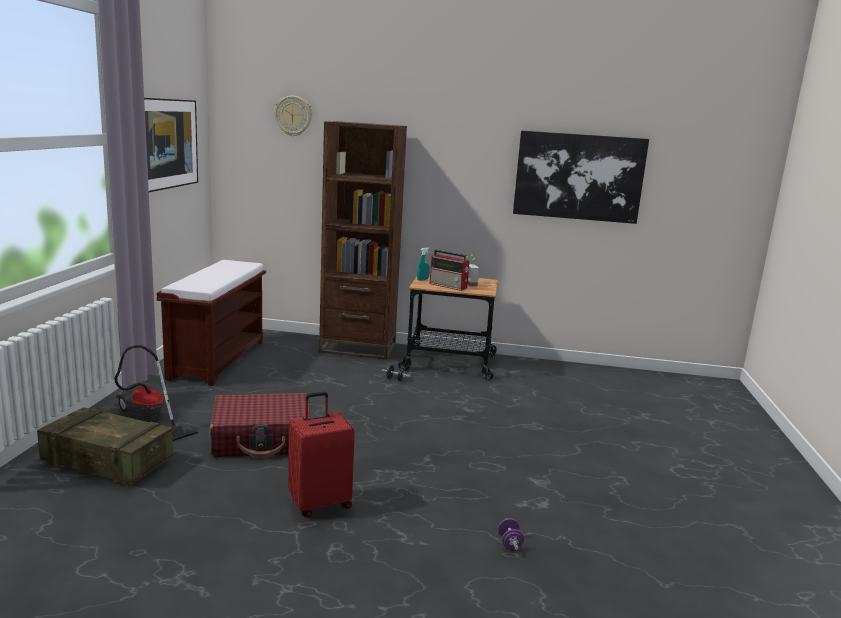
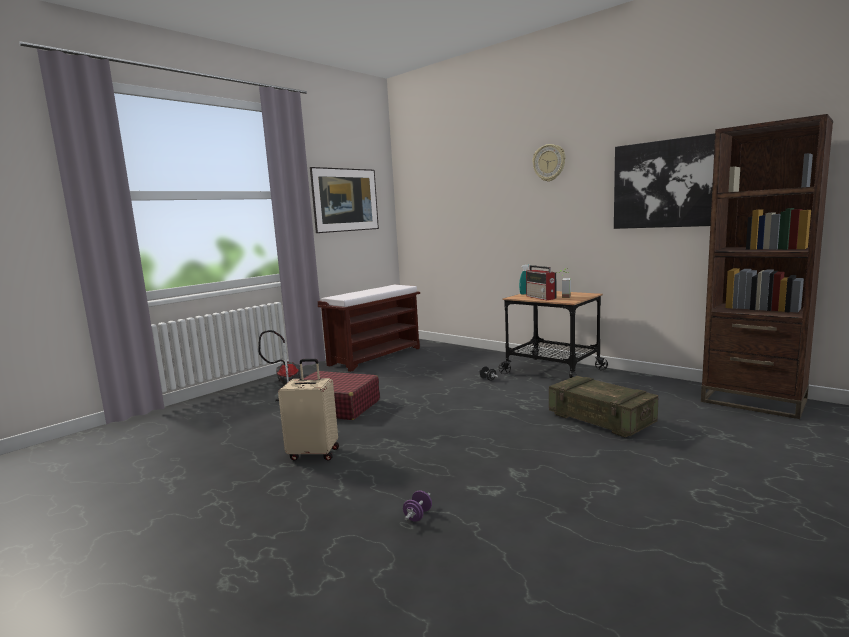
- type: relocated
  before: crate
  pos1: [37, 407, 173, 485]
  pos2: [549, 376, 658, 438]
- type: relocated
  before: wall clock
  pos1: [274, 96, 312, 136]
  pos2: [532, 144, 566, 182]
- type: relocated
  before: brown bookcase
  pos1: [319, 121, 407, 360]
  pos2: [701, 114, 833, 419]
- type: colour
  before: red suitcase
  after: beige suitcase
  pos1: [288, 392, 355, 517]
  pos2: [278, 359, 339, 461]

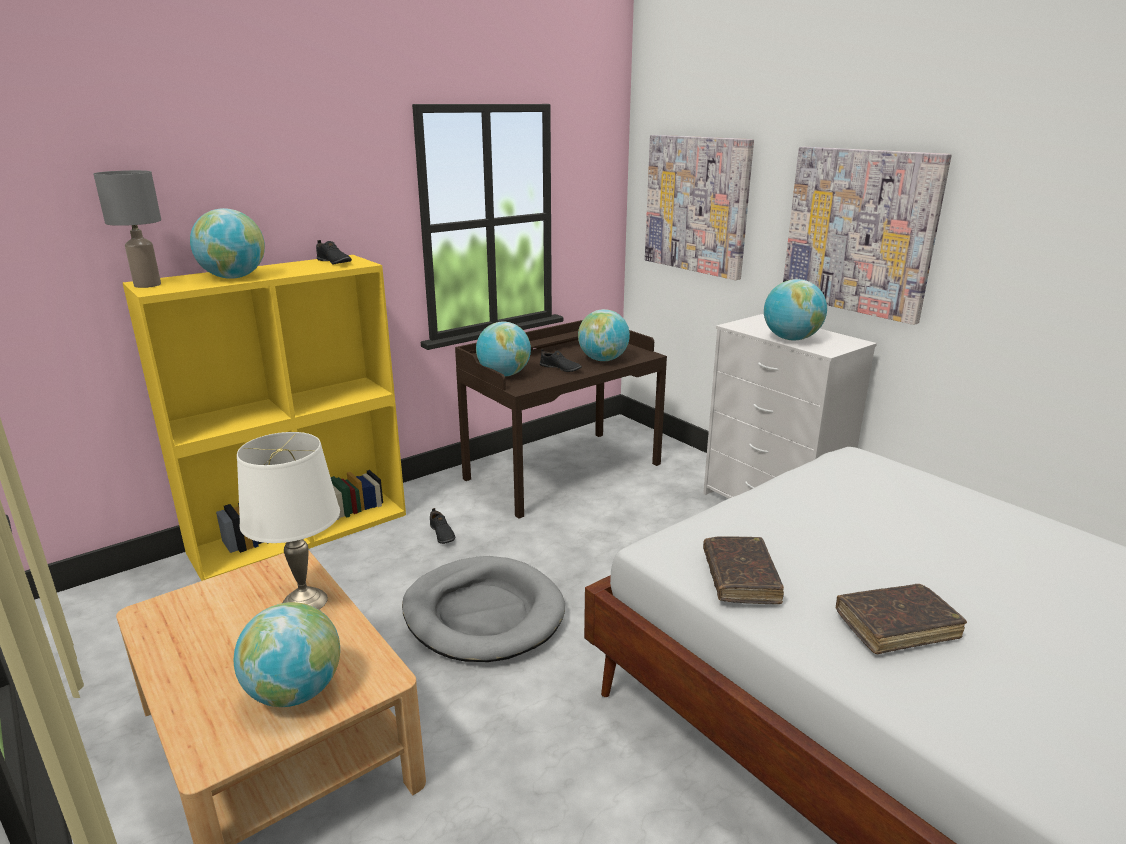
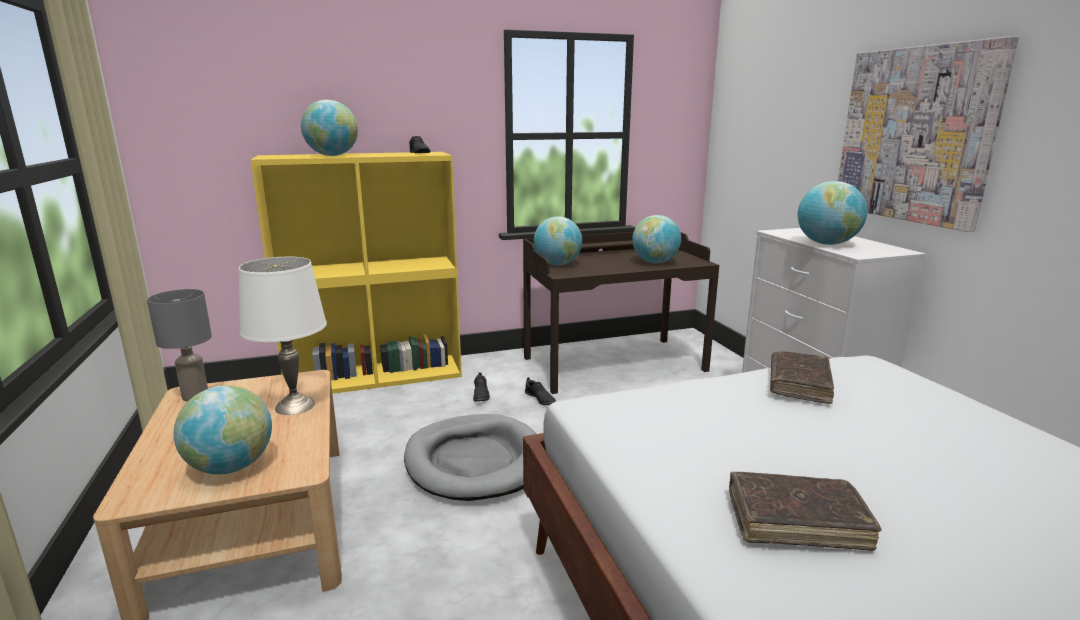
- type: missing
  before: picture
  pos1: [645, 135, 754, 280]
- type: relocated
  before: grey table lamp
  pos1: [93, 170, 161, 288]
  pos2: [147, 289, 212, 401]
- type: relocated
  before: black shoe
  pos1: [540, 349, 582, 372]
  pos2: [525, 377, 556, 405]
- type: relocated
  before: brown book
  pos1: [703, 536, 784, 604]
  pos2: [770, 351, 834, 404]

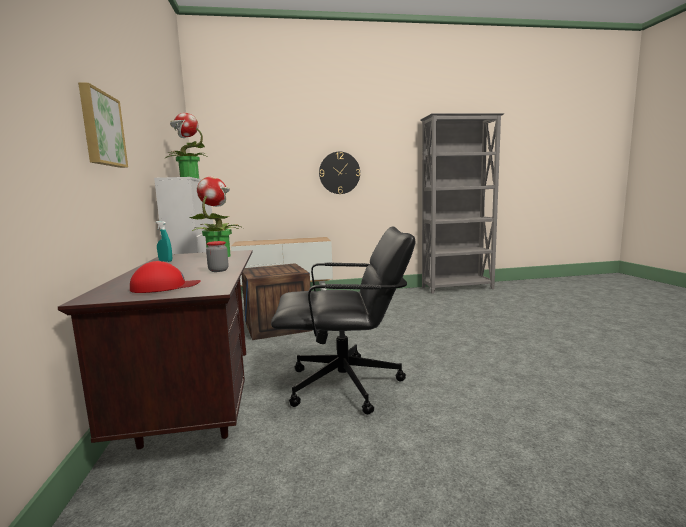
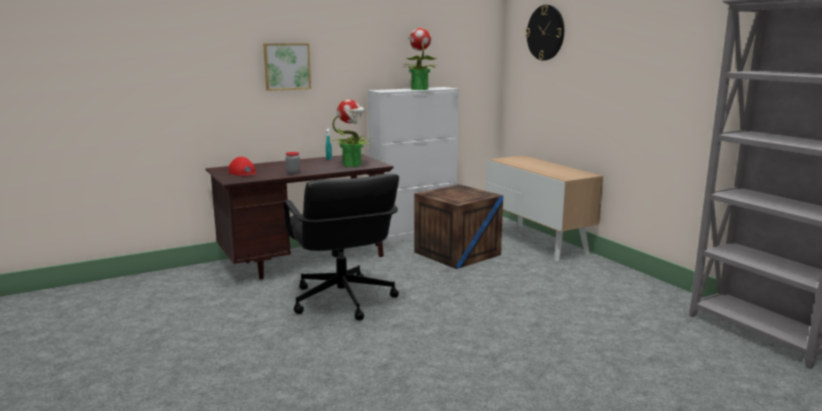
- type: relocated
  before: wall clock
  pos1: [319, 152, 360, 194]
  pos2: [526, 5, 564, 60]

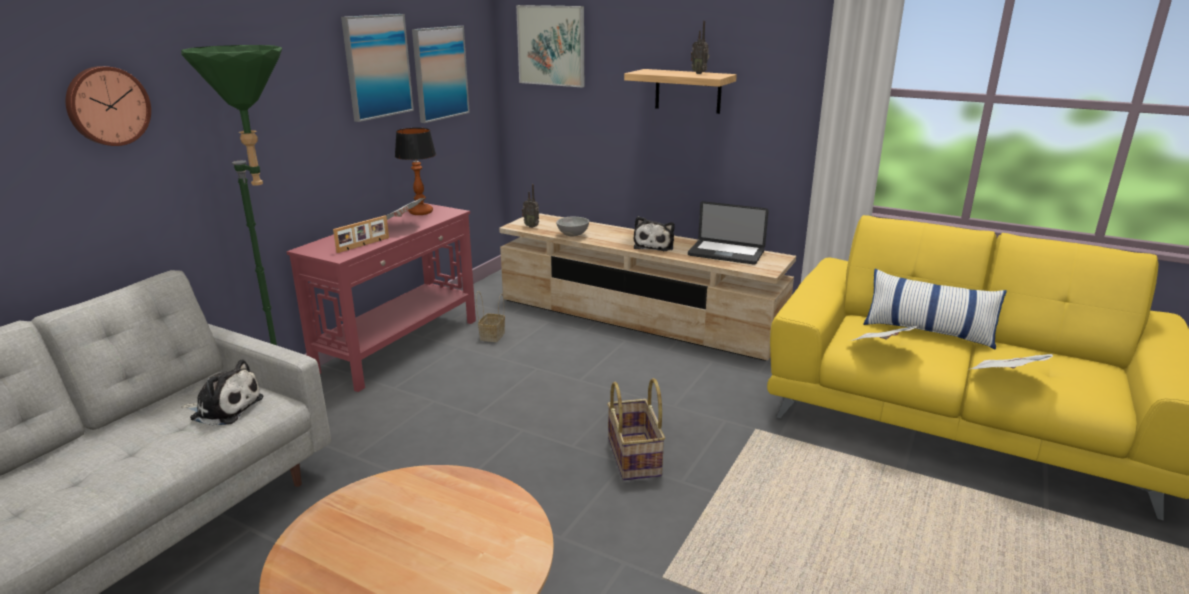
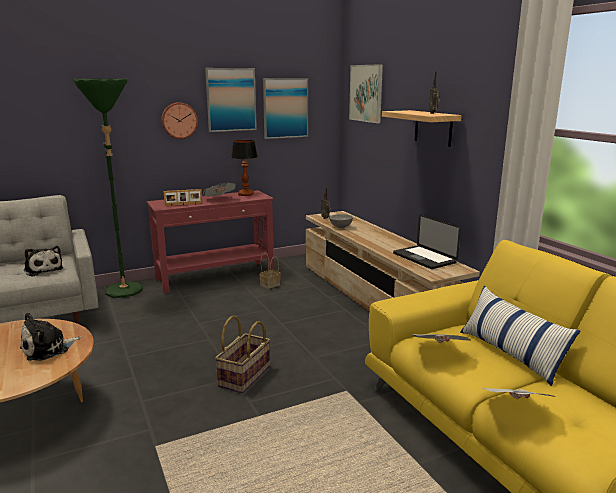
- type: relocated
  before: wall clock
  pos1: [66, 66, 151, 146]
  pos2: [161, 102, 198, 139]
- type: relocated
  before: plush toy
  pos1: [634, 216, 675, 251]
  pos2: [20, 312, 81, 361]

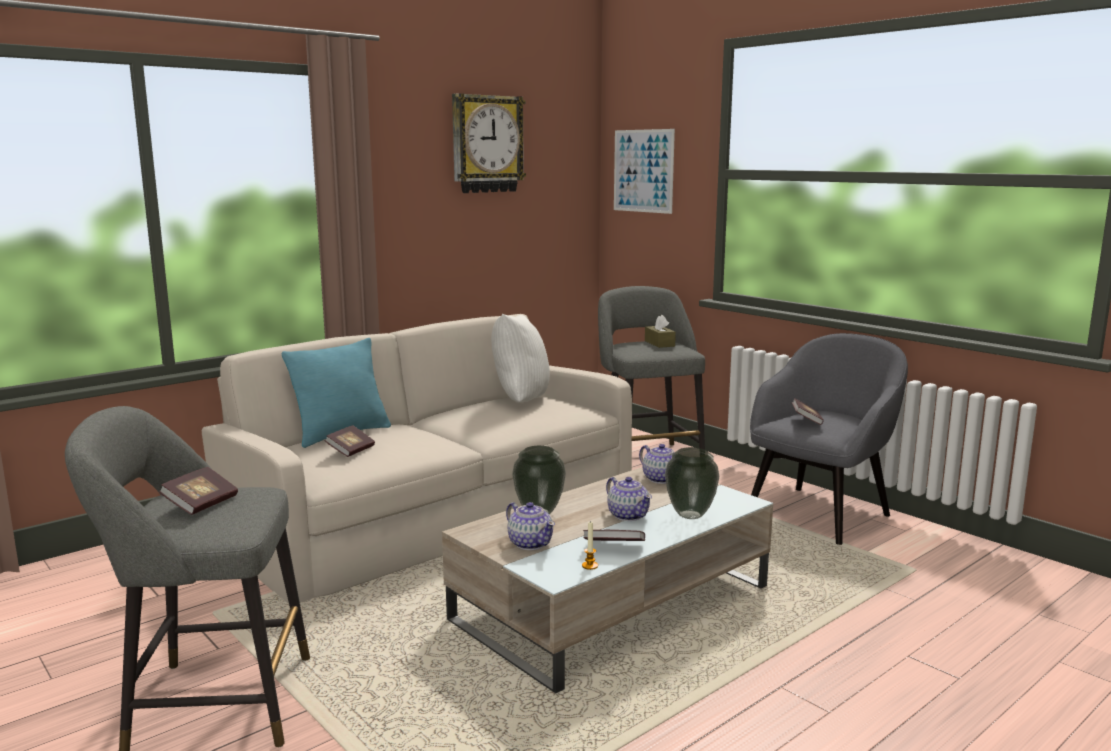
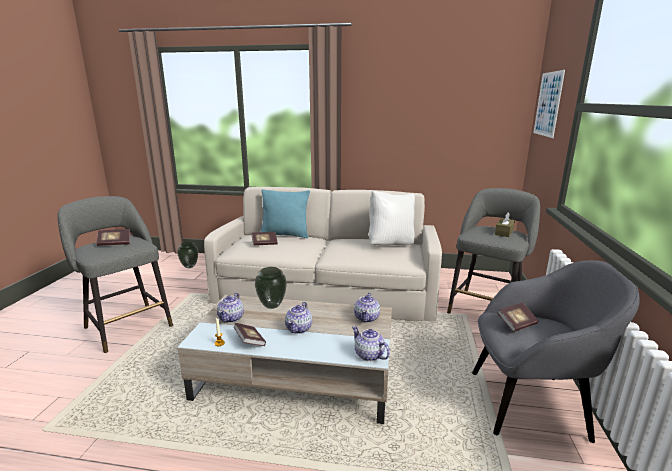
- type: missing
  before: wall clock
  pos1: [452, 93, 526, 193]
- type: appeared
  after: teapot
  pos2: [352, 326, 390, 361]
- type: relocated
  before: vase
  pos1: [665, 447, 719, 519]
  pos2: [177, 242, 198, 268]

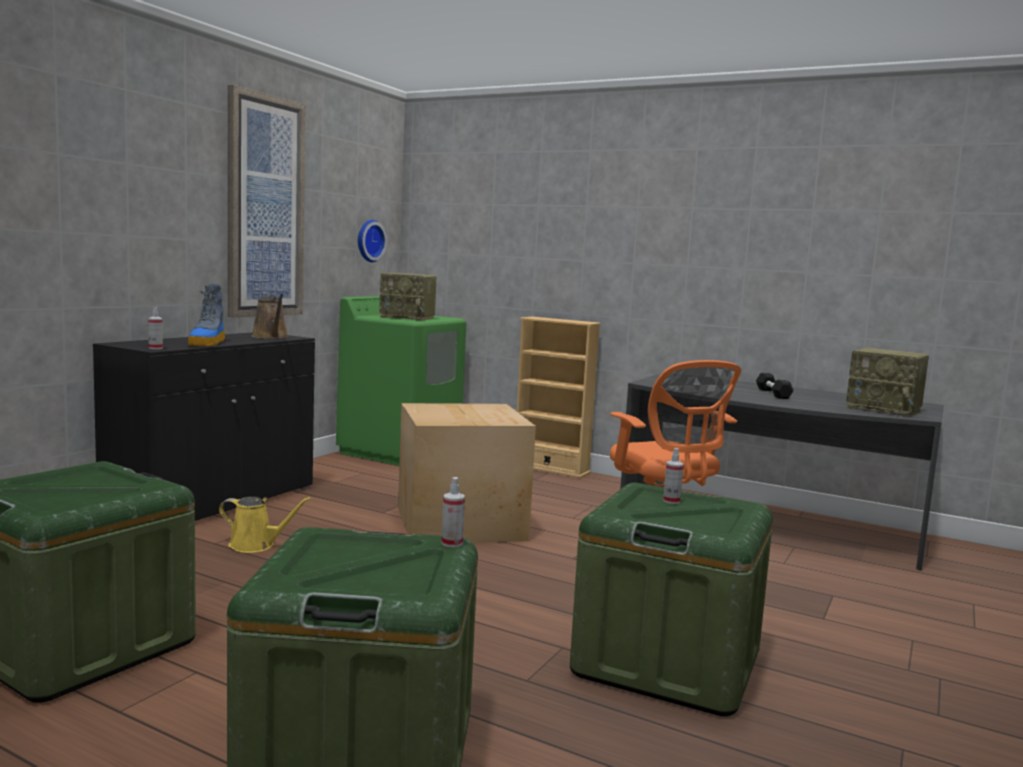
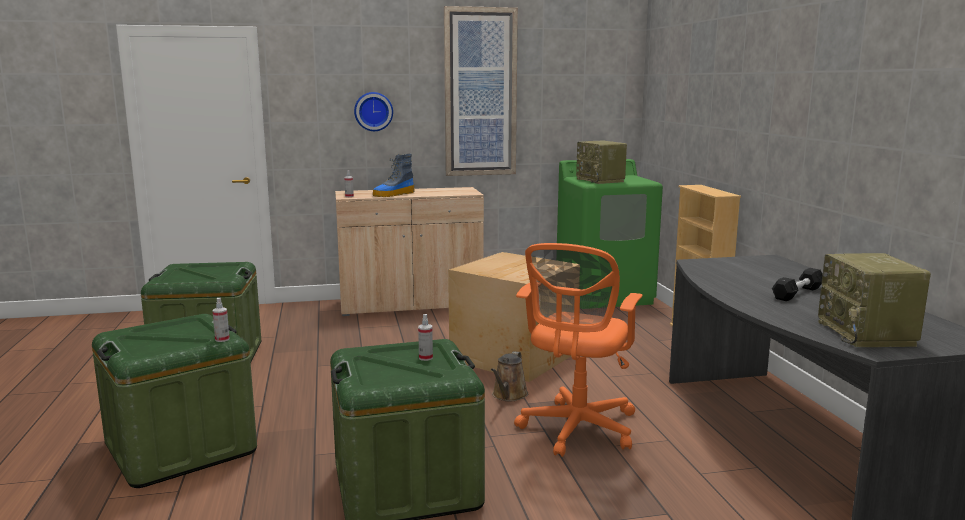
- type: missing
  before: yellow watering can
  pos1: [219, 497, 311, 553]
- type: relocated
  before: brown watering can
  pos1: [252, 294, 288, 339]
  pos2: [491, 351, 528, 401]
- type: relocated
  before: wall clock
  pos1: [358, 220, 387, 262]
  pos2: [354, 92, 393, 131]
- type: colour
  before: black cabinet
  after: beige cabinet
  pos1: [93, 332, 315, 521]
  pos2: [335, 187, 484, 316]

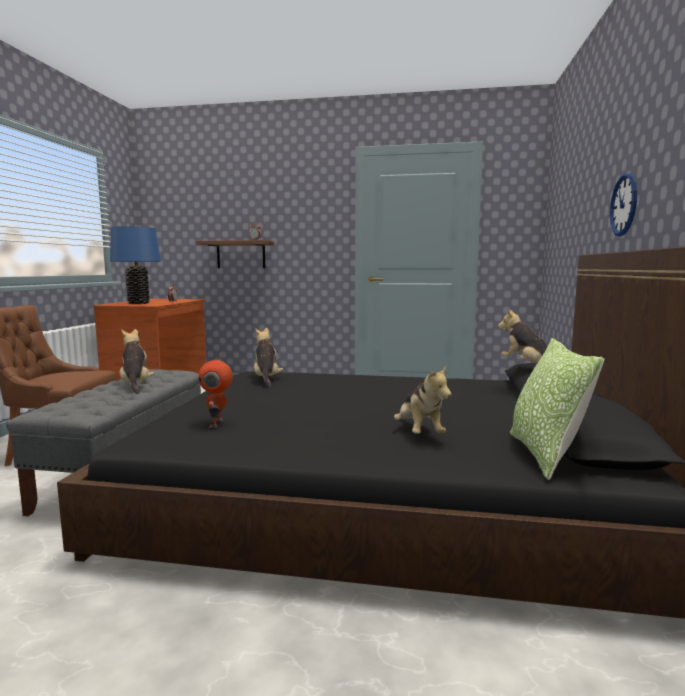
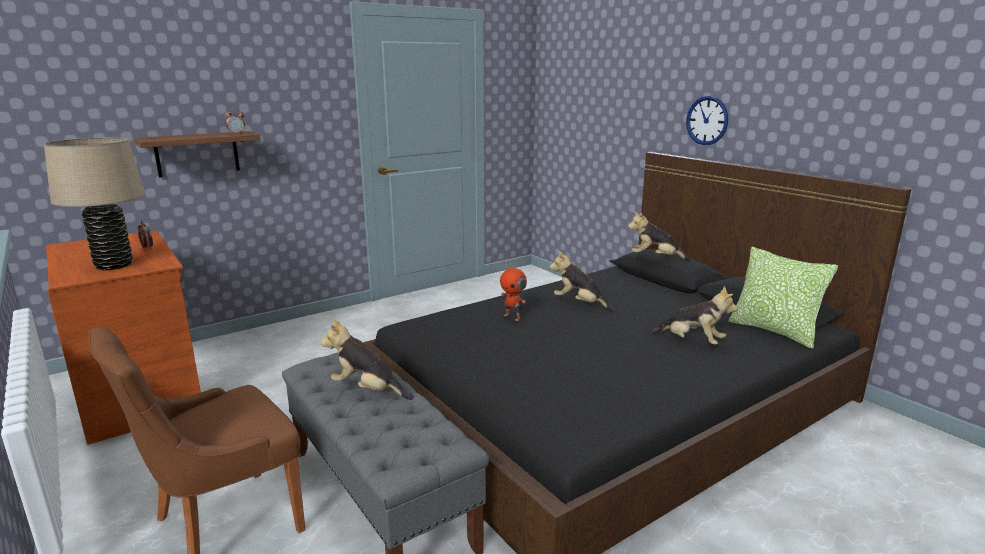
- type: relocated
  before: toy robot
  pos1: [198, 353, 233, 428]
  pos2: [500, 262, 527, 321]
- type: relocated
  before: plush toy
  pos1: [254, 328, 283, 388]
  pos2: [549, 251, 615, 311]
- type: colour
  before: blue table lamp
  after: beige table lamp
  pos1: [110, 226, 161, 304]
  pos2: [44, 137, 145, 270]

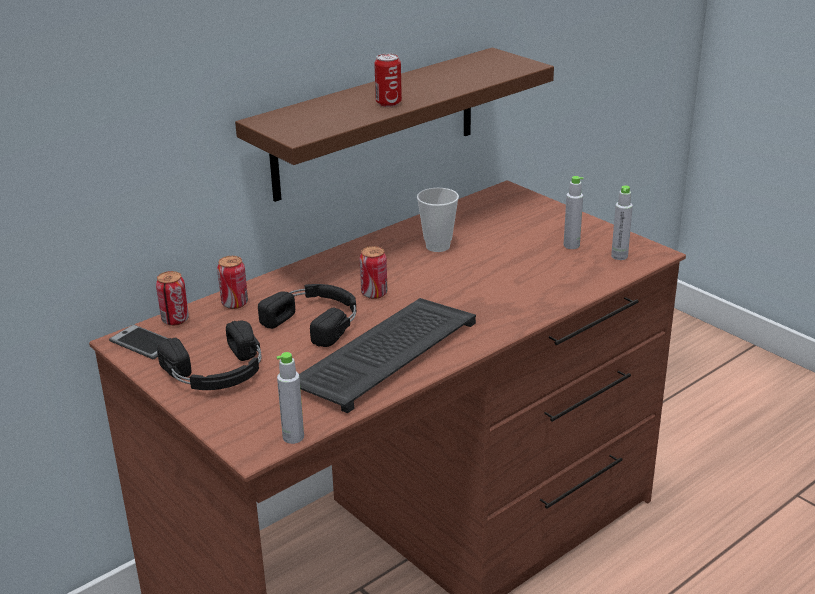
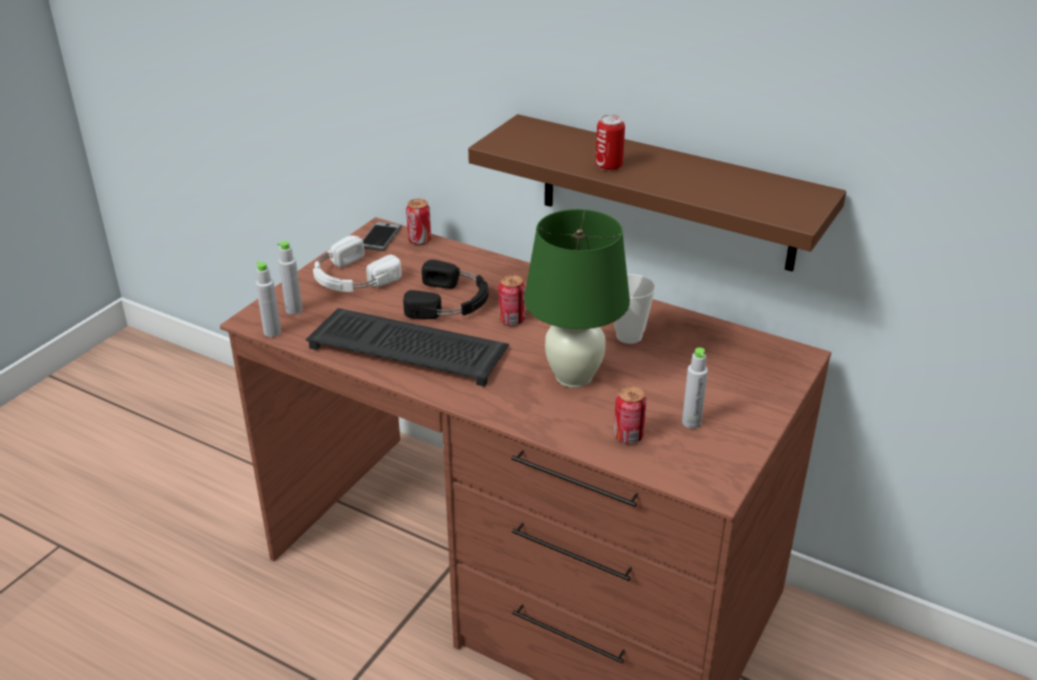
- type: appeared
  after: green table lamp
  pos2: [524, 209, 630, 388]
- type: relocated
  before: can
  pos1: [217, 256, 248, 309]
  pos2: [614, 386, 647, 444]
- type: relocated
  before: grey bottle
  pos1: [611, 185, 633, 260]
  pos2: [277, 241, 303, 315]
- type: colour
  before: black headphones
  after: white headphones
  pos1: [157, 321, 262, 390]
  pos2: [313, 235, 402, 292]

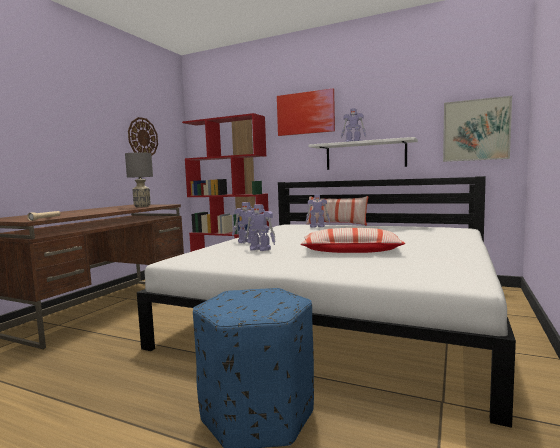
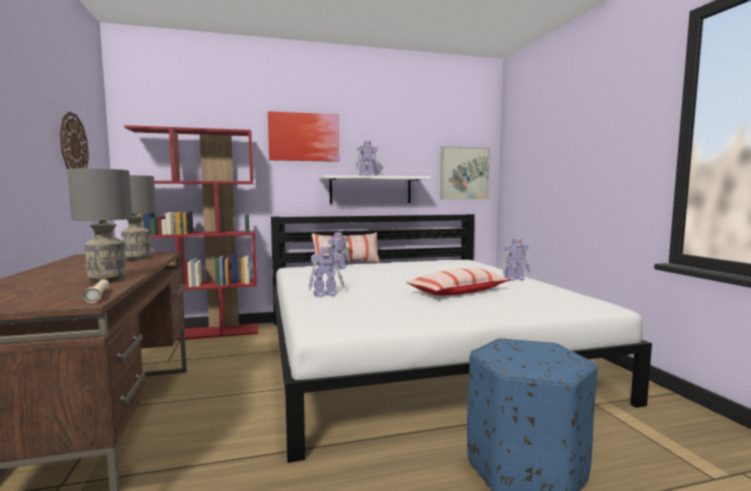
- type: appeared
  after: grey table lamp
  pos2: [67, 168, 132, 283]
- type: relocated
  before: toy robot
  pos1: [243, 204, 276, 251]
  pos2: [503, 238, 530, 281]

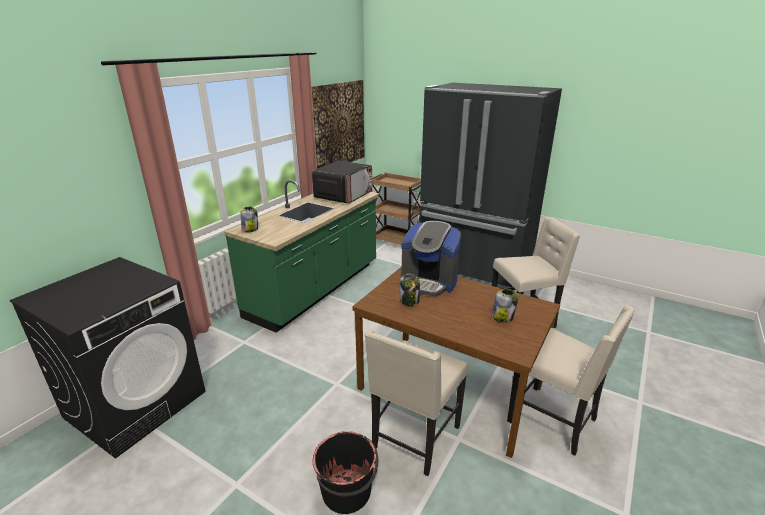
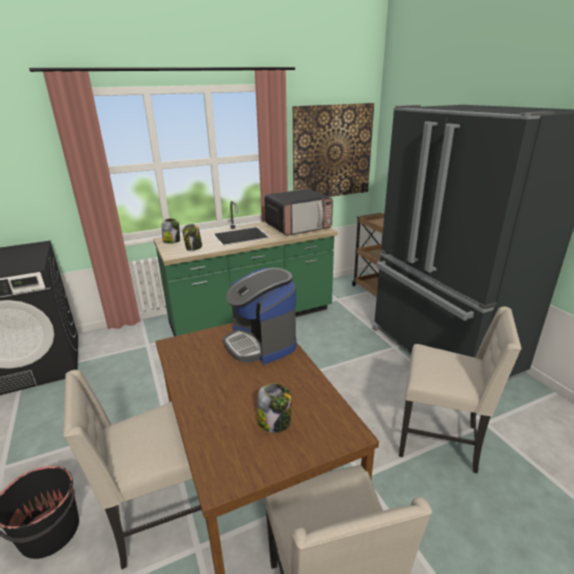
- type: relocated
  before: jar
  pos1: [400, 274, 420, 307]
  pos2: [182, 224, 202, 251]

